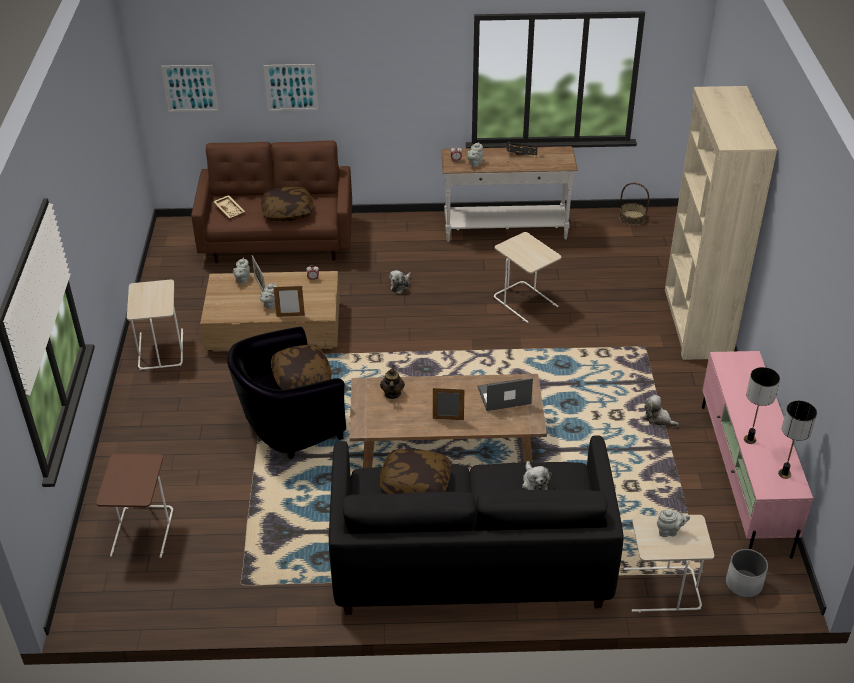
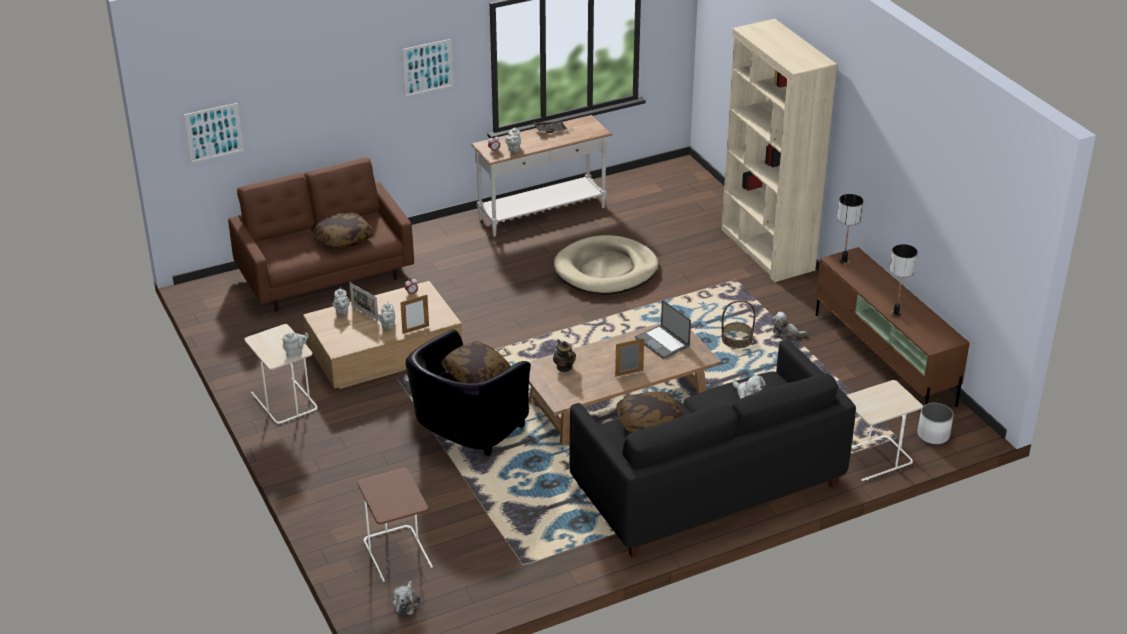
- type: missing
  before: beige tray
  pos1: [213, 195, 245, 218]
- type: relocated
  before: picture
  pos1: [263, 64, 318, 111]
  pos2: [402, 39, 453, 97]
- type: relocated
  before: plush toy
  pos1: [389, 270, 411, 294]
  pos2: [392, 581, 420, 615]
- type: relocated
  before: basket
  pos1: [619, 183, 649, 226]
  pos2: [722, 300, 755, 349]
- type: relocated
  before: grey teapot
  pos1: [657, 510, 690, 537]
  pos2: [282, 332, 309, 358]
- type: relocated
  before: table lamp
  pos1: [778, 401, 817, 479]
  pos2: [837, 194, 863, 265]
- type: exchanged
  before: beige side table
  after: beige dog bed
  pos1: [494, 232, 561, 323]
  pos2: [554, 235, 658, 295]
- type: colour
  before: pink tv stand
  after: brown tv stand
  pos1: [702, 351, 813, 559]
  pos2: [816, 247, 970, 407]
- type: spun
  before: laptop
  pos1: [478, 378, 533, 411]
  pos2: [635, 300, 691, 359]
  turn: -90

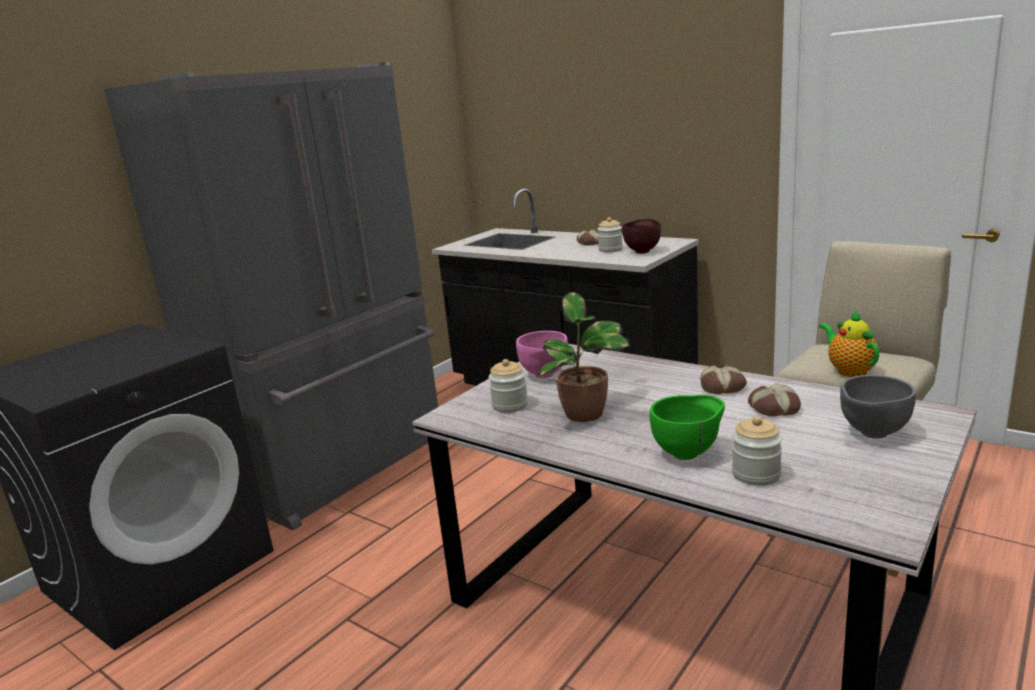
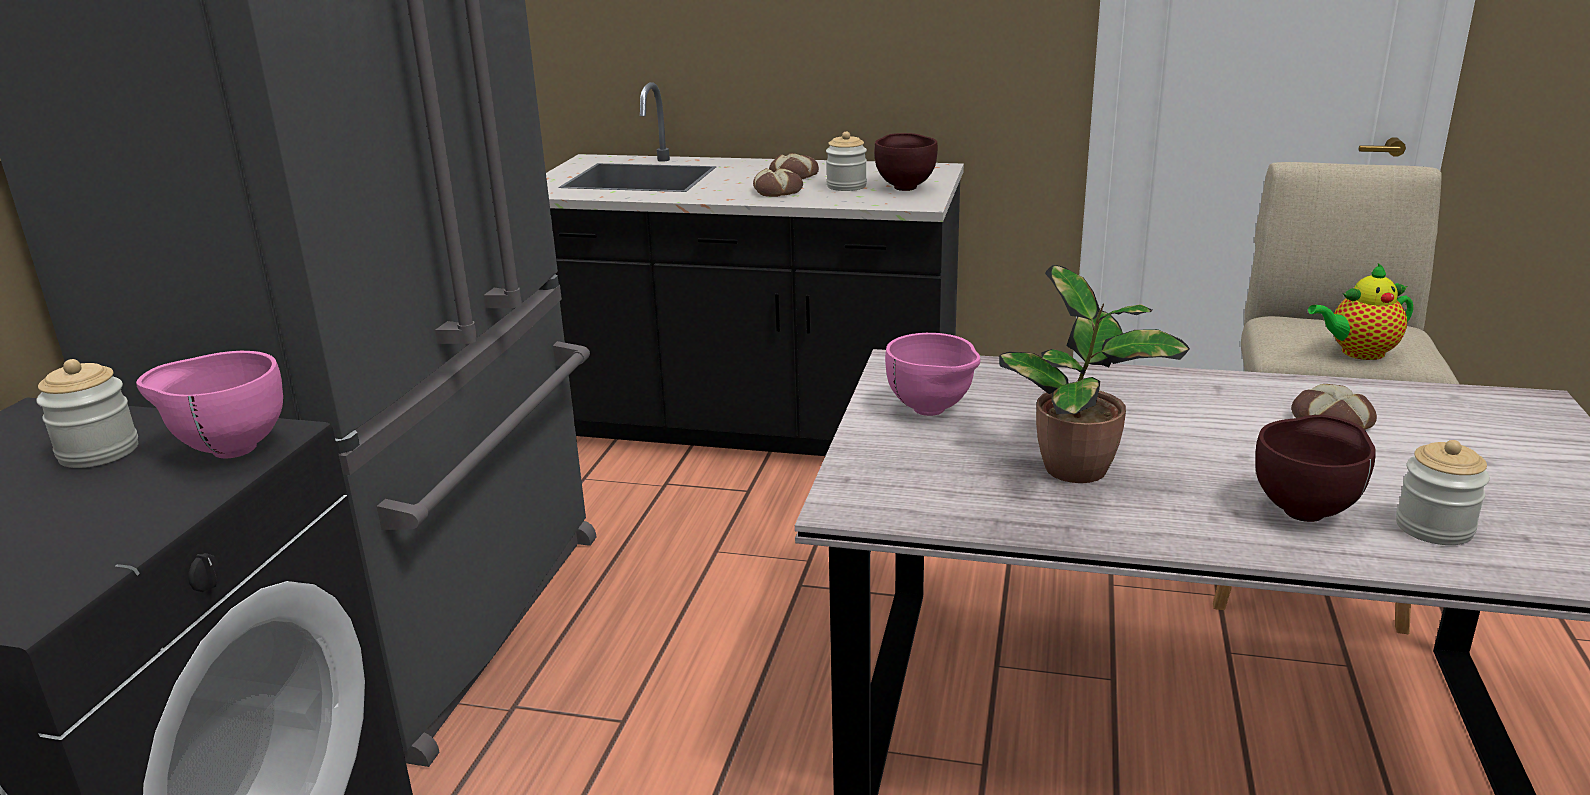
- type: missing
  before: grey bowl
  pos1: [840, 375, 916, 439]
- type: appeared
  after: pink bowl
  pos2: [136, 351, 283, 459]
- type: relocated
  before: jar
  pos1: [488, 359, 528, 413]
  pos2: [36, 359, 138, 468]
- type: relocated
  before: bread
  pos1: [700, 365, 747, 394]
  pos2: [753, 168, 803, 197]
- type: colour
  before: green bowl
  after: brown bowl
  pos1: [650, 395, 725, 460]
  pos2: [1255, 415, 1376, 522]
- type: spun
  before: teapot
  pos1: [819, 310, 879, 377]
  pos2: [1308, 263, 1413, 360]
  turn: -60

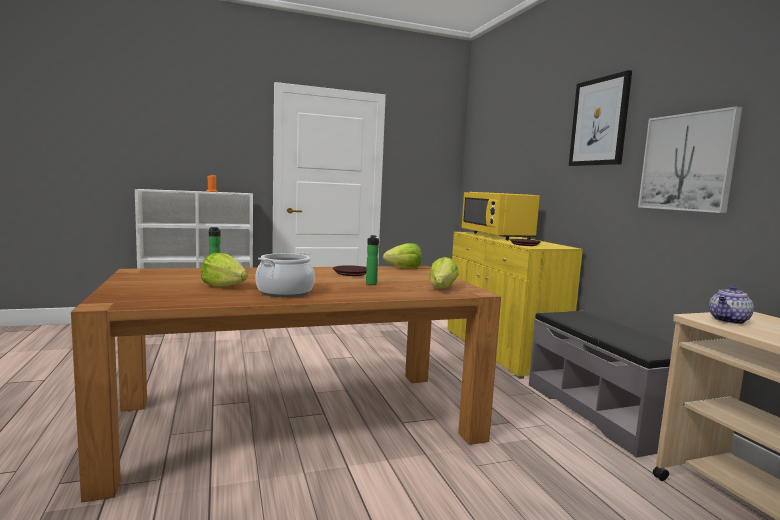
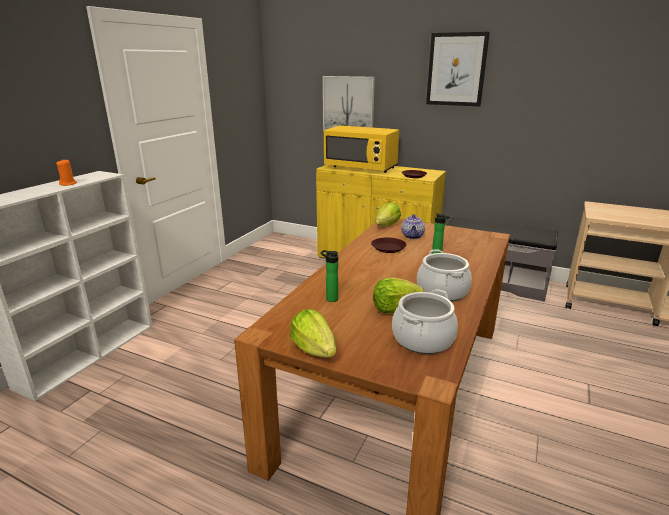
- type: appeared
  after: cooking pot
  pos2: [392, 289, 458, 354]
- type: relocated
  before: lettuce
  pos1: [429, 257, 459, 288]
  pos2: [290, 309, 336, 358]
- type: relocated
  before: picture
  pos1: [638, 106, 742, 213]
  pos2: [323, 76, 375, 132]
- type: relocated
  before: teapot
  pos1: [709, 286, 754, 324]
  pos2: [401, 214, 425, 239]

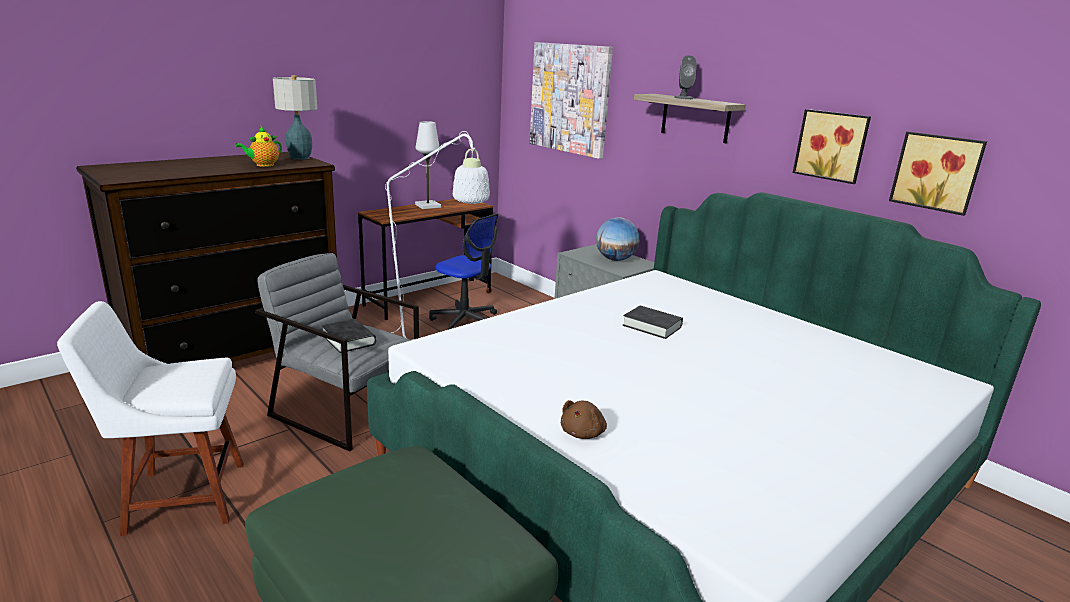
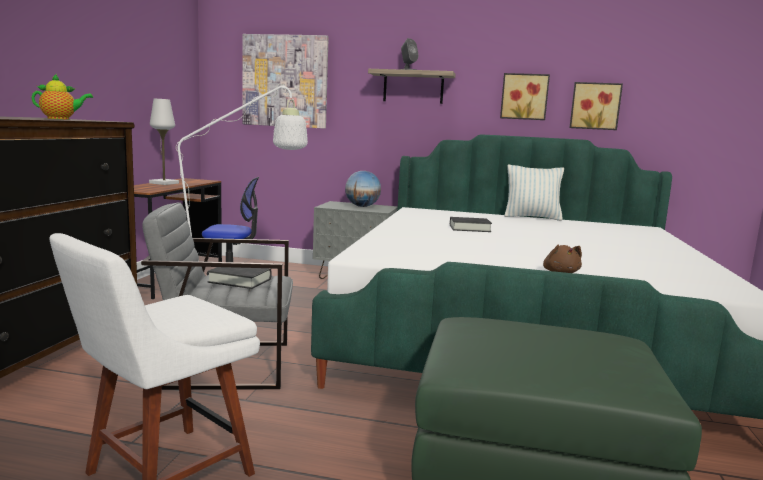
- type: missing
  before: table lamp
  pos1: [273, 75, 317, 160]
- type: appeared
  after: pillow
  pos2: [504, 165, 564, 221]
- type: spun
  before: teapot
  pos1: [235, 126, 282, 167]
  pos2: [31, 74, 93, 120]
  turn: -120

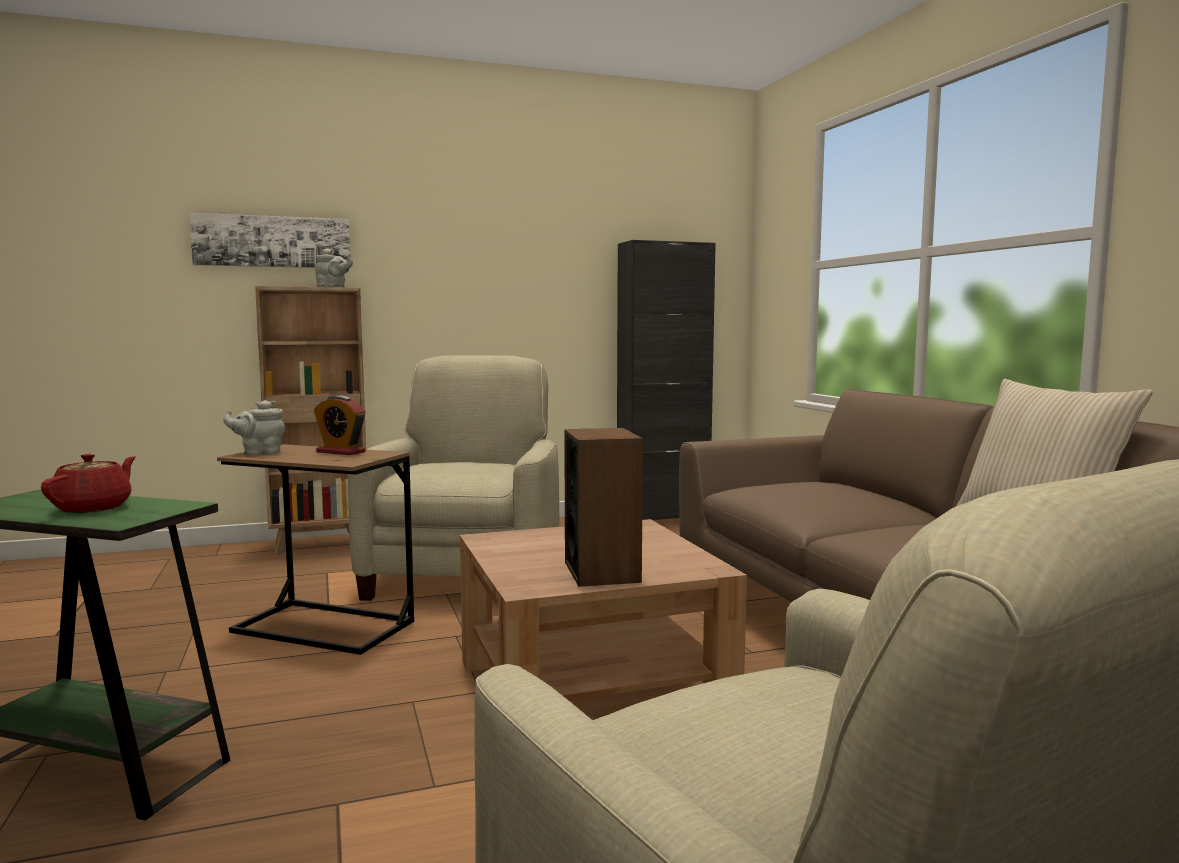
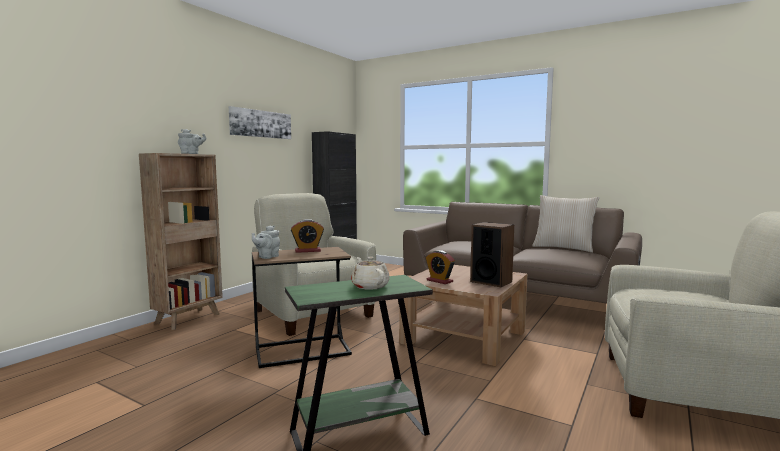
- type: appeared
  after: alarm clock
  pos2: [426, 250, 455, 284]
- type: relocated
  before: picture
  pos1: [189, 213, 350, 268]
  pos2: [229, 106, 291, 139]
- type: colour
  before: red teapot
  after: beige teapot
  pos1: [41, 454, 136, 513]
  pos2: [351, 257, 390, 290]

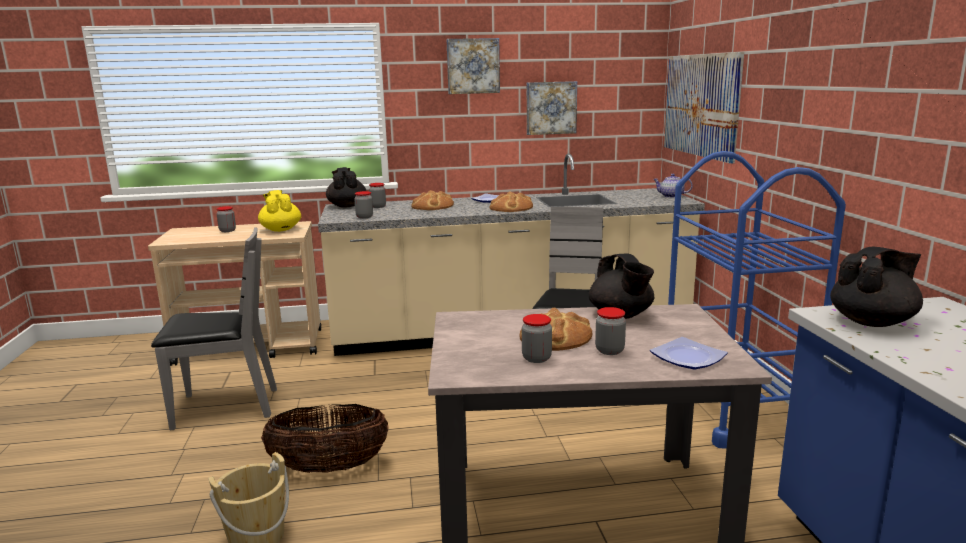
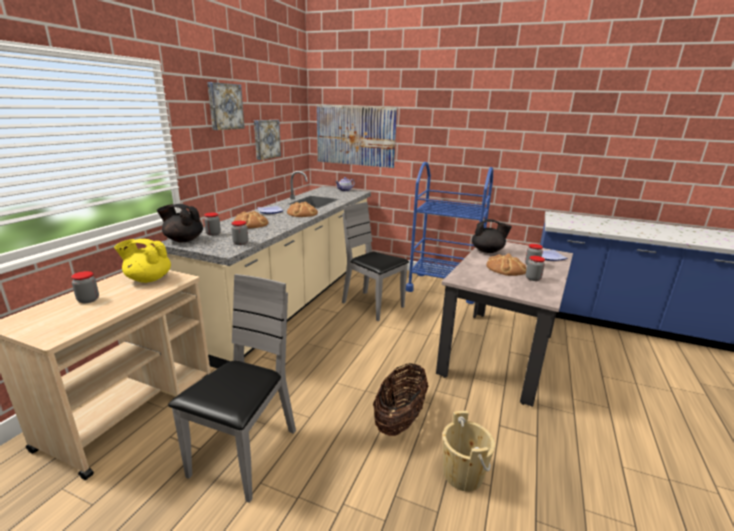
- type: missing
  before: black teapot
  pos1: [830, 247, 923, 327]

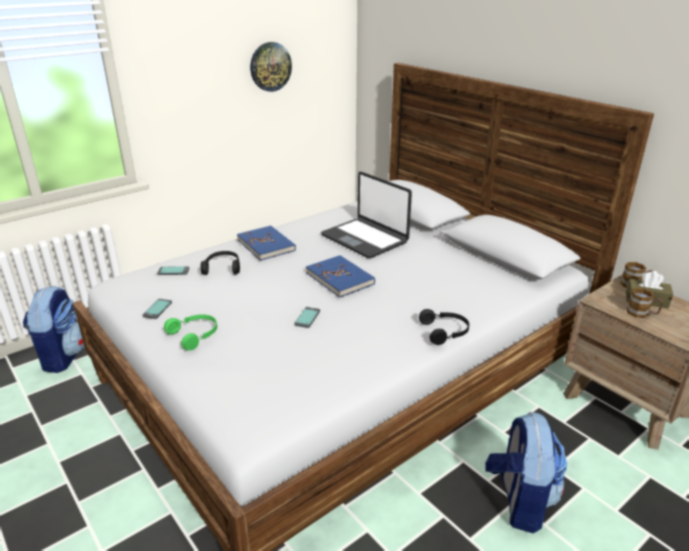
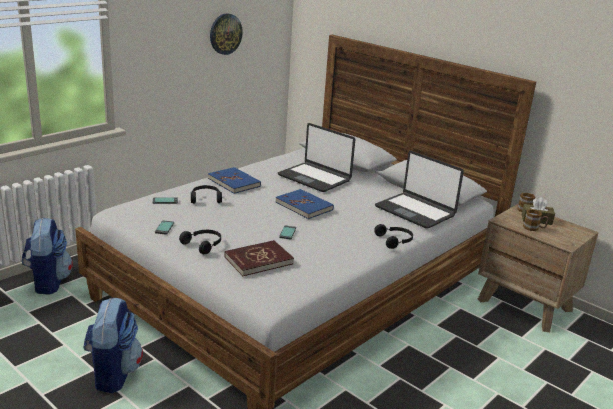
- type: appeared
  after: red book
  pos2: [224, 240, 294, 276]
- type: appeared
  after: laptop
  pos2: [375, 151, 464, 228]
- type: relocated
  before: backpack
  pos1: [486, 412, 567, 533]
  pos2: [83, 297, 143, 393]
- type: colour
  before: green headphones
  after: black headphones
  pos1: [164, 314, 217, 350]
  pos2: [179, 230, 221, 254]

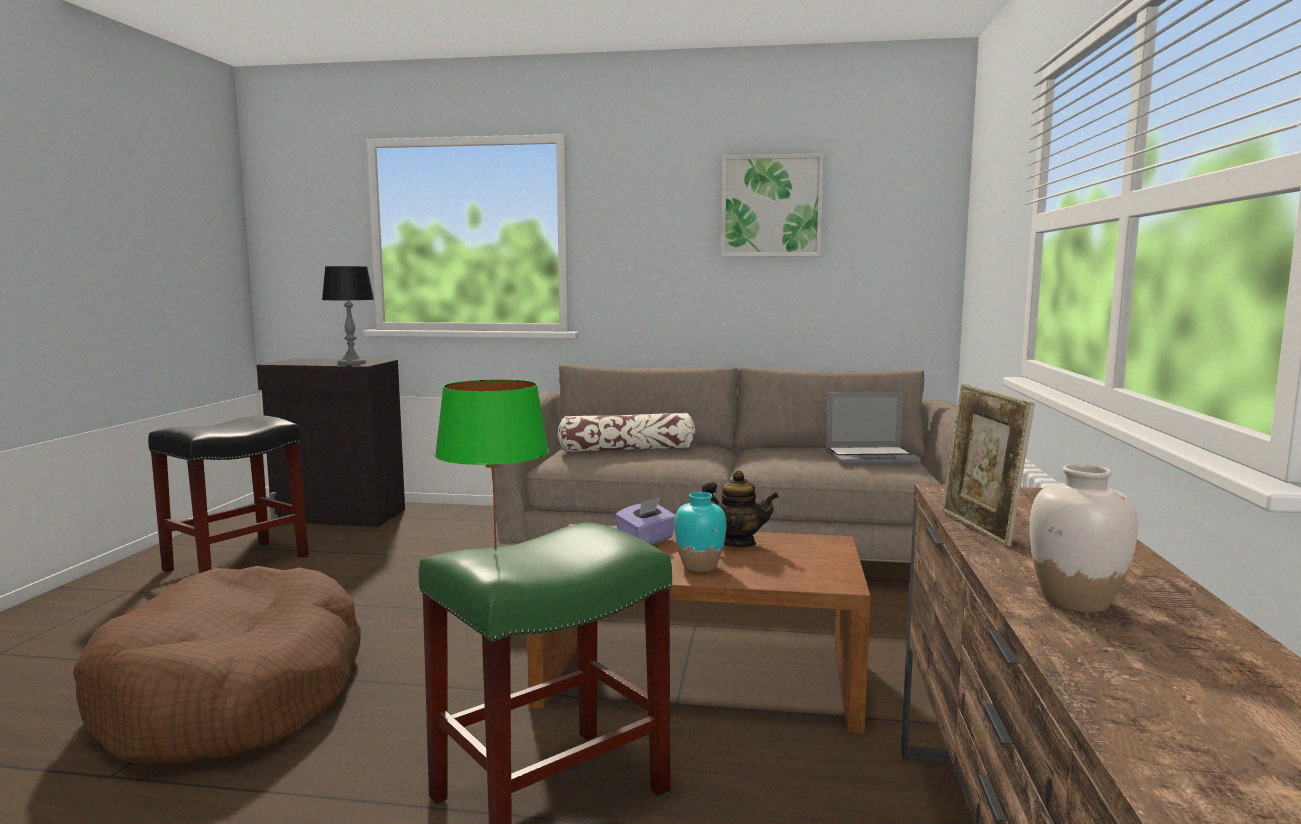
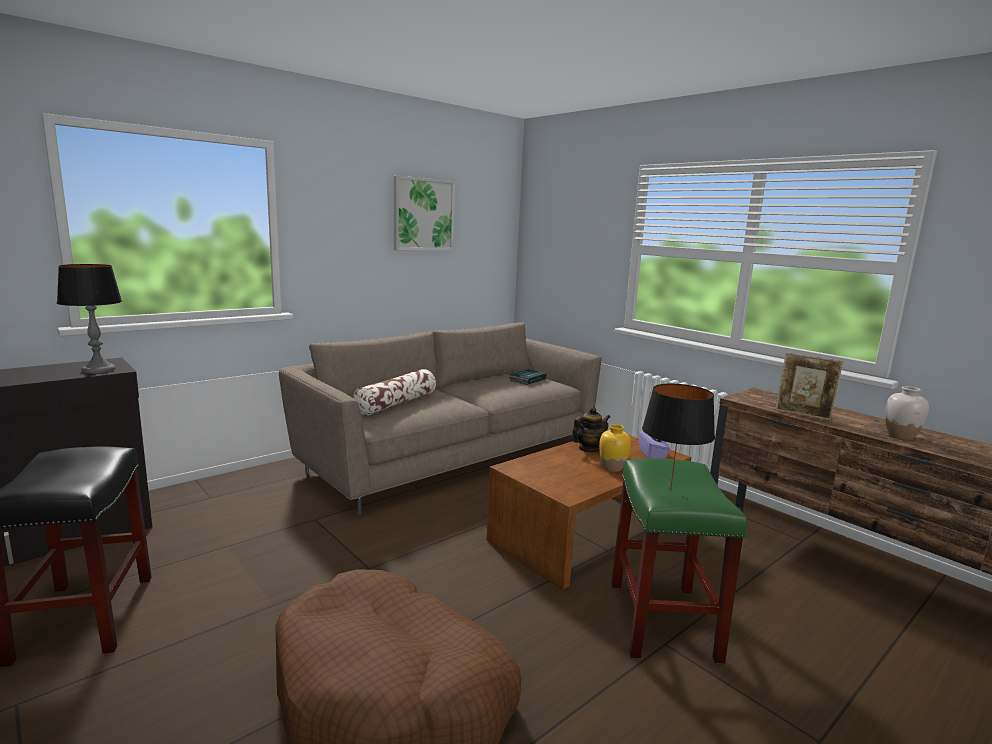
- type: relocated
  before: purple tissue box
  pos1: [615, 497, 676, 544]
  pos2: [639, 432, 670, 459]
- type: exchanged
  before: laptop
  after: book
  pos1: [826, 392, 921, 465]
  pos2: [509, 369, 547, 385]
- type: colour
  before: green table lamp
  after: black table lamp
  pos1: [435, 379, 549, 550]
  pos2: [642, 384, 715, 491]
- type: colour
  before: turquoise vase
  after: yellow vase
  pos1: [674, 492, 726, 572]
  pos2: [599, 424, 631, 472]

